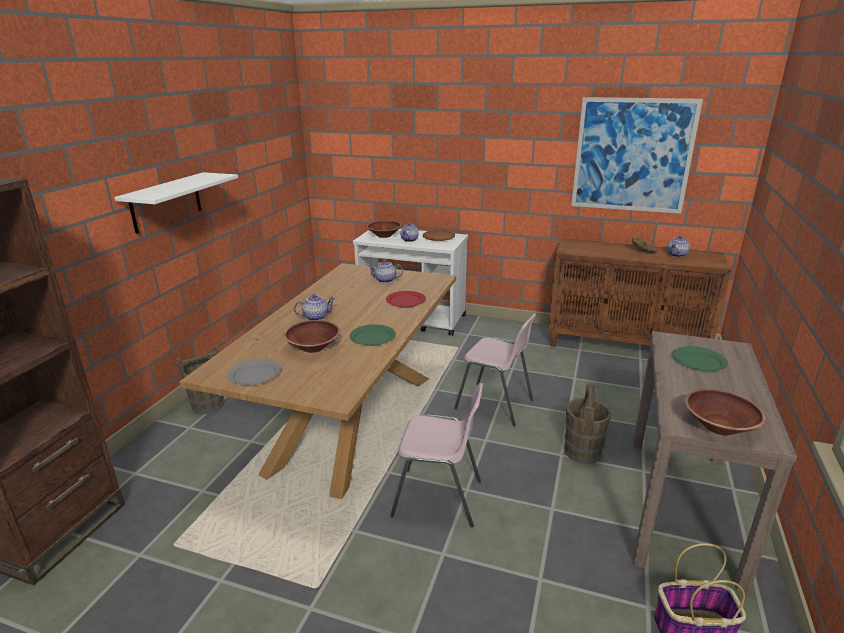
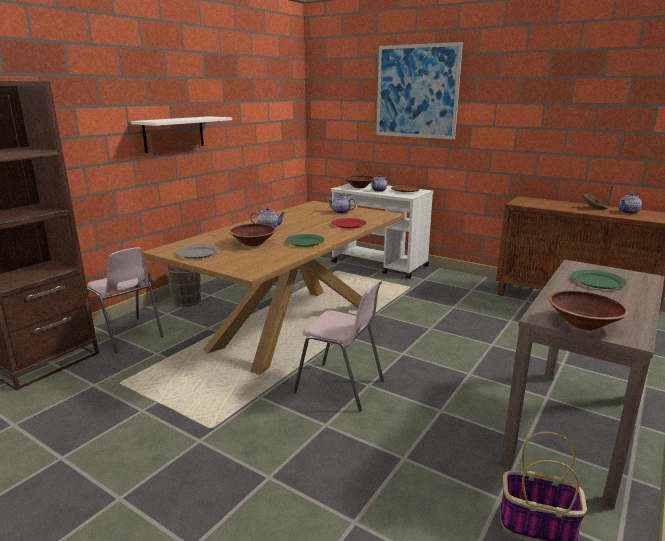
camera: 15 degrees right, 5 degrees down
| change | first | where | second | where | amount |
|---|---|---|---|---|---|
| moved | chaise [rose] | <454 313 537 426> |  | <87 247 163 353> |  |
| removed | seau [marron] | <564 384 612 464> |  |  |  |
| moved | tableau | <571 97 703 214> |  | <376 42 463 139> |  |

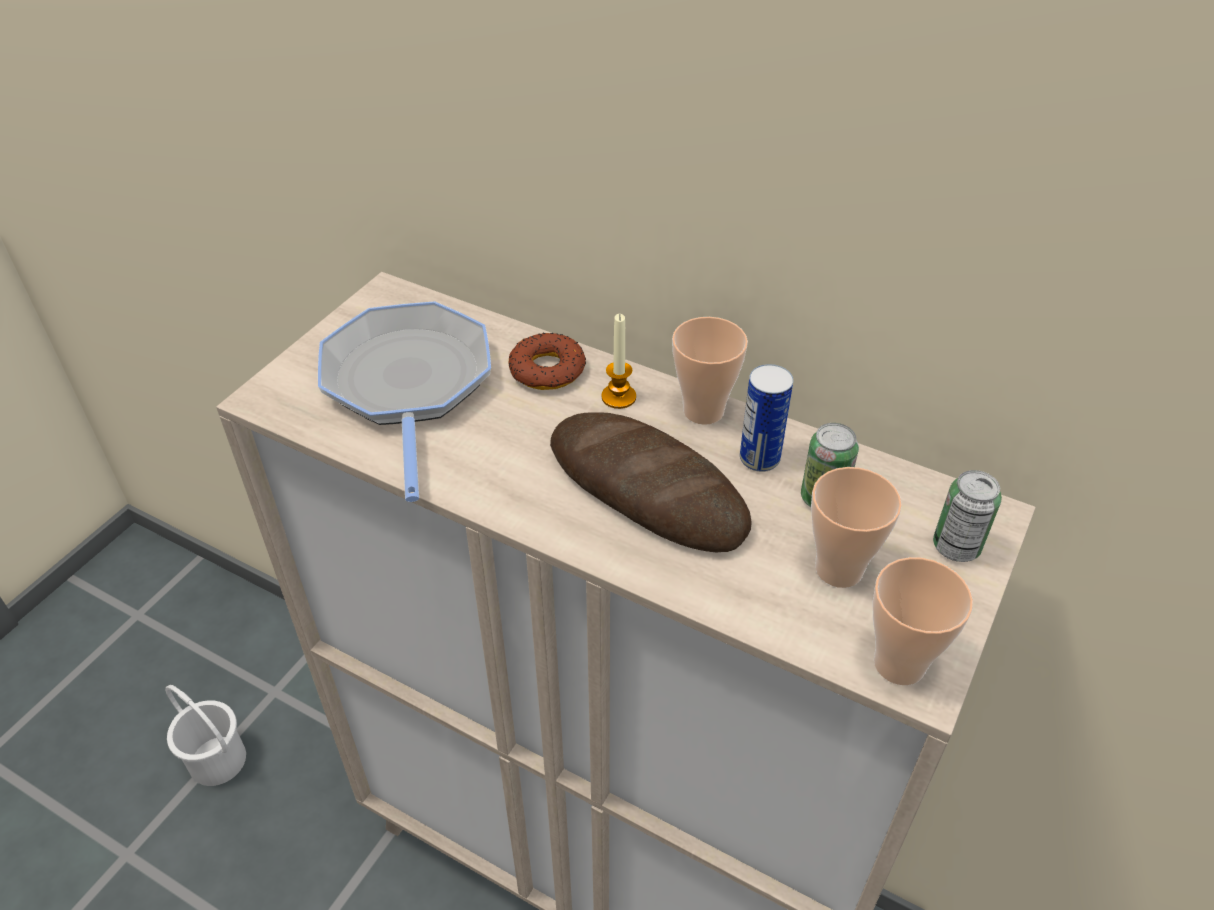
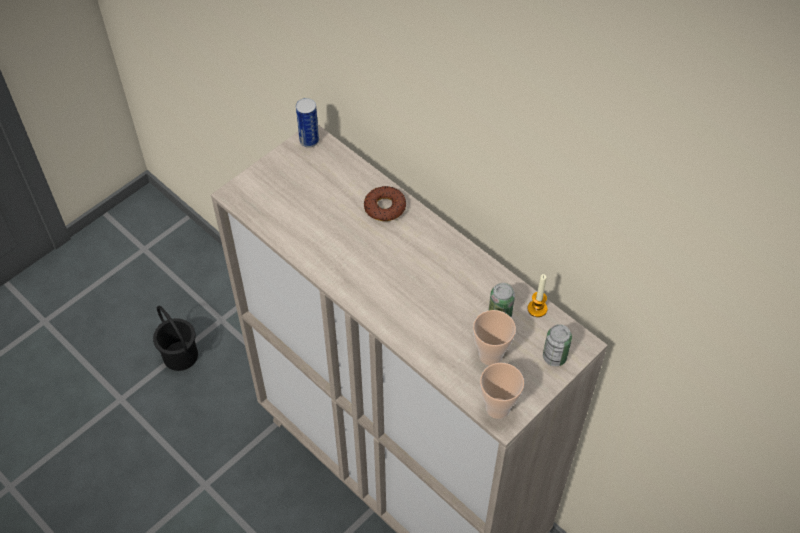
camera: 15 degrees right, 10 degrees up
| change | first | where | second | where | amount |
|---|---|---|---|---|---|
| recoloured | seau [blanc] | <165 685 246 786> | seau [noir] | <153 306 198 371> |  |
| removed | poêle | <318 301 491 502> |  |  |  |
| removed | pain | <550 413 752 552> |  |  |  |
| moved | bougie | <601 314 636 409> |  | <527 274 547 317> |  |
| removed | tasse | <672 317 748 425> |  |  |  |
| moved | boîte métallique | <740 364 793 472> |  | <296 98 319 148> |  |

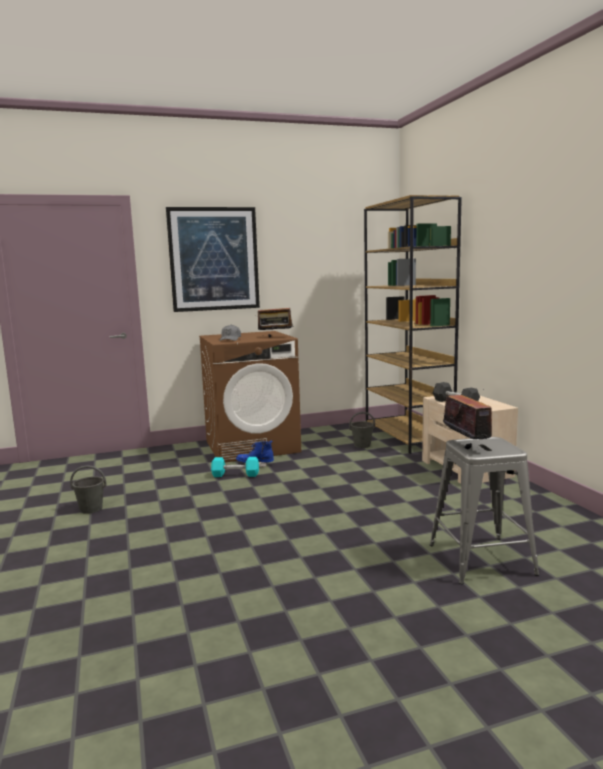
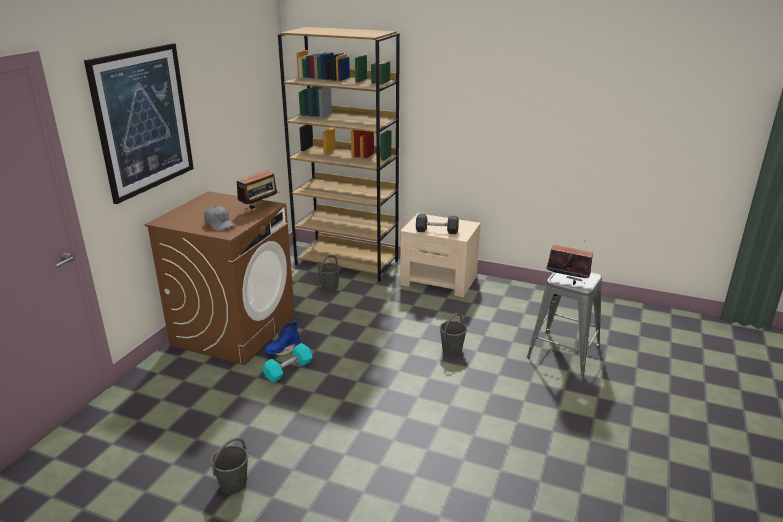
camera: 50 degrees left, 15 degrees up
| change | first | where | second | where | amount |
|---|---|---|---|---|---|
| added |  |  | seau [gris] | <440 313 467 356> |  |

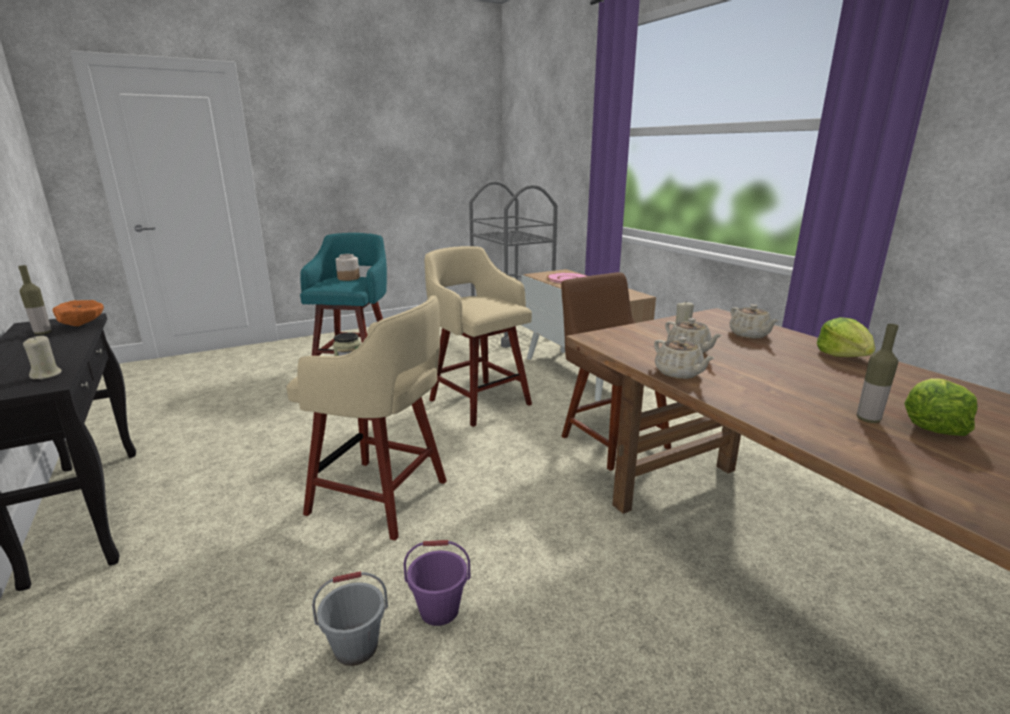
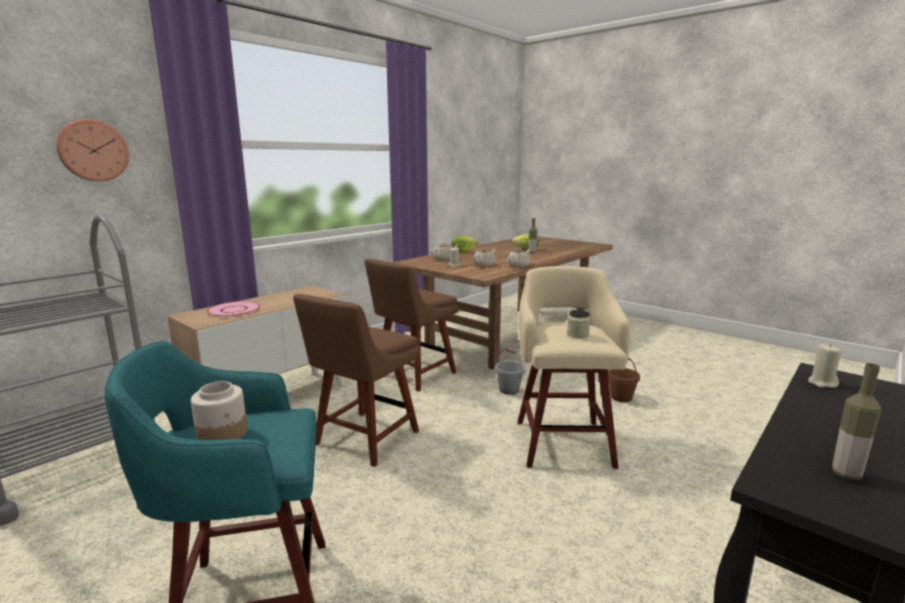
camera: 110 degrees left, 5 degrees down
| change | first | where | second | where | amount |
|---|---|---|---|---|---|
| removed | bol [orange] | <52 300 104 326> |  |  |  |
| moved | seau [gris] | <312 571 388 666> |  | <495 348 525 395> |  |
| recoloured | seau [violet] | <404 540 471 626> | seau [marron] | <608 357 640 402> |  |
| replaced | tabouret [beige] | <424 246 532 427> | chaise [marron] | <293 294 420 467> |  |
| added |  |  | horloge murale | <56 119 129 181> |  |

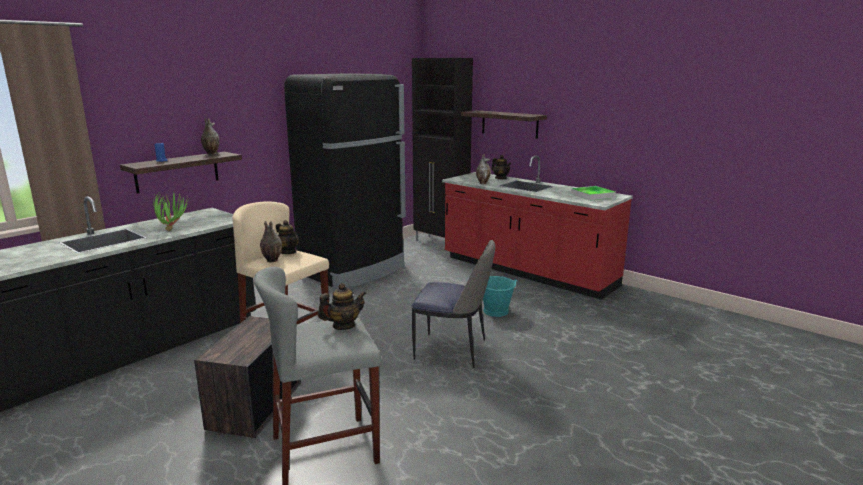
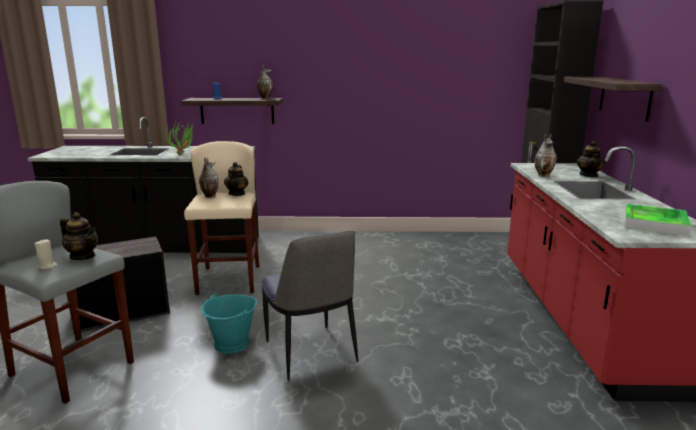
camera: 50 degrees right, 0 degrees up
| change | first | where | second | where | amount |
|---|---|---|---|---|---|
| removed | réfrigérateur [noir] | <284 73 406 289> |  |  |  |
| moved | seau [turquoise] | <483 276 518 317> |  | <201 293 257 354> |  |
| added |  |  | bougie [beige] | <34 239 58 269> |  |

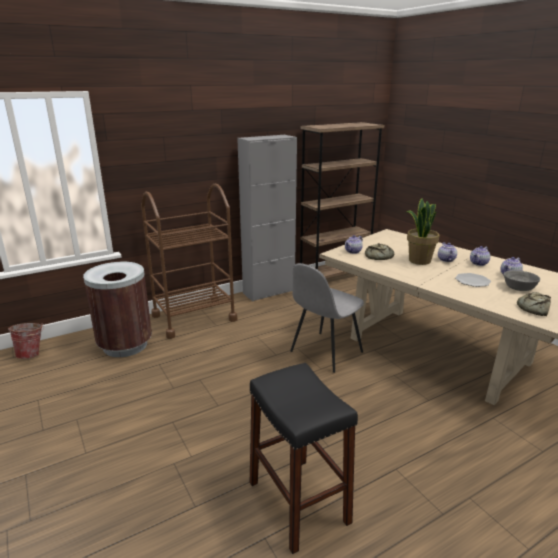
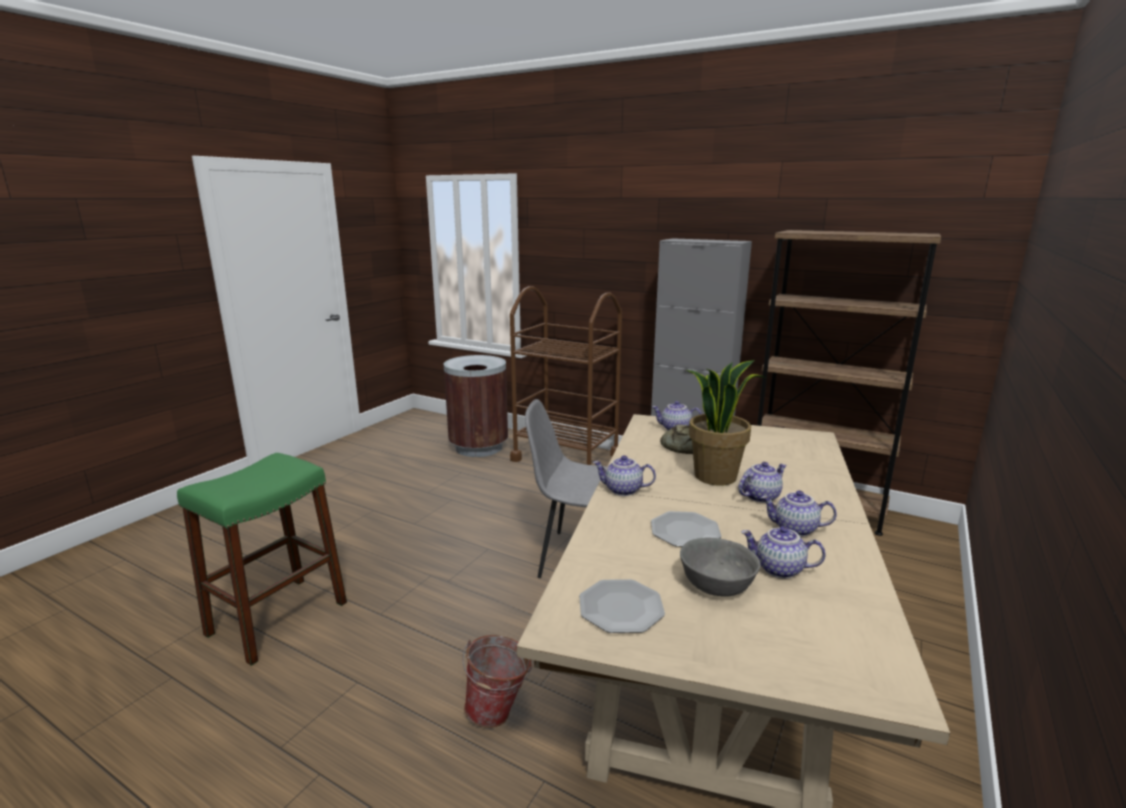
camera: 60 degrees right, 5 degrees down
| change | first | where | second | where | amount |
|---|---|---|---|---|---|
| moved | seau | <8 323 44 359> |  | <462 635 532 728> |  |
| recoloured | tabouret [noir] | <250 363 358 554> | tabouret [vert] | <177 453 347 666> |  |
| replaced | pain | <517 292 551 316> | assiette | <579 579 665 633> |  |
| added |  |  | théière | <593 455 656 496> |  |

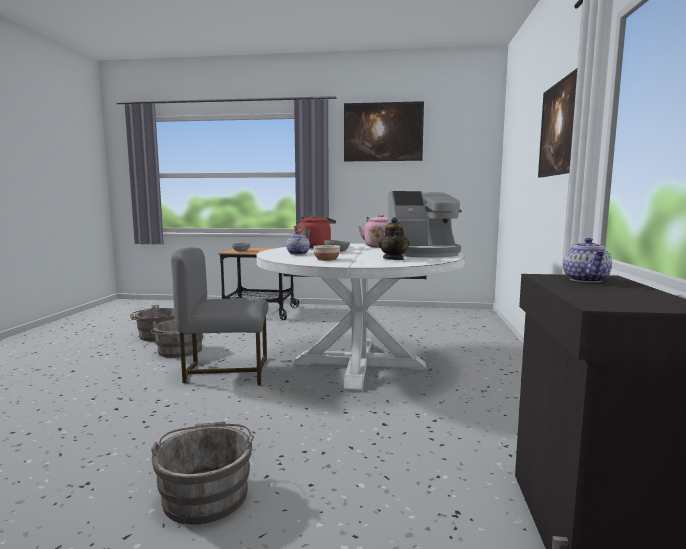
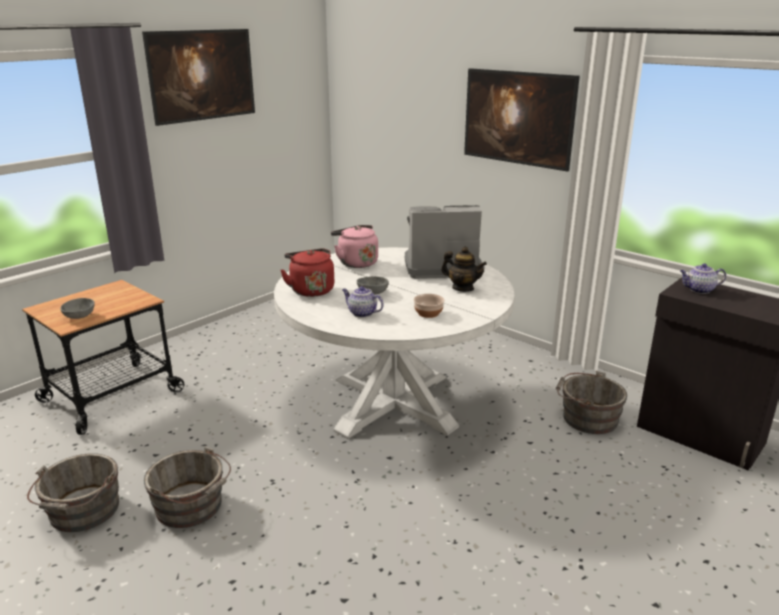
camera: 55 degrees left, 15 degrees up
| change | first | where | second | where | amount |
|---|---|---|---|---|---|
| moved | seau [gris] | <151 422 254 525> |  | <556 371 627 434> |  |
| removed | chaise [gris] | <171 247 268 386> |  |  |  |
| turned | machine à café | <388 191 462 257> |  | <405 205 485 279> | 120 degrees counterclockwise |
| turned | théière | <563 238 612 283> |  | <680 264 726 294> | 135 degrees clockwise |

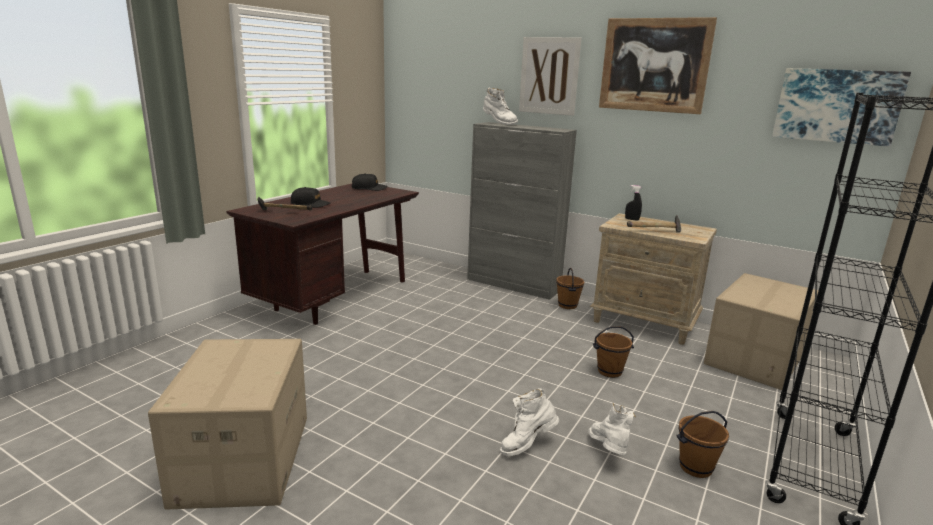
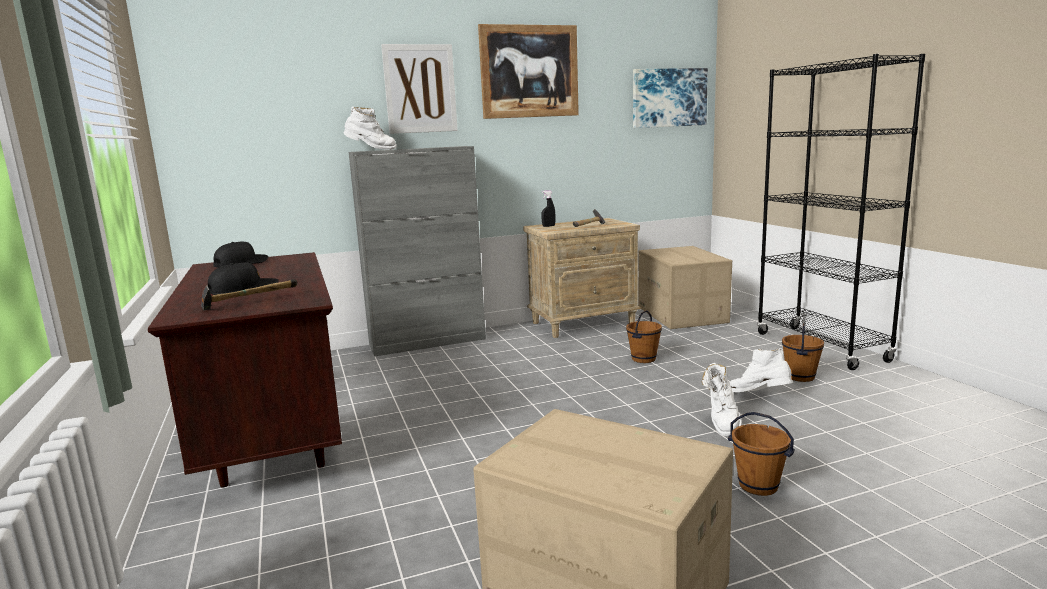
camera: 50 degrees left, 5 degrees down
| change | first | where | second | where | amount |
|---|---|---|---|---|---|
| moved | seau [marron] | <556 268 584 309> |  | <728 412 795 496> |  |

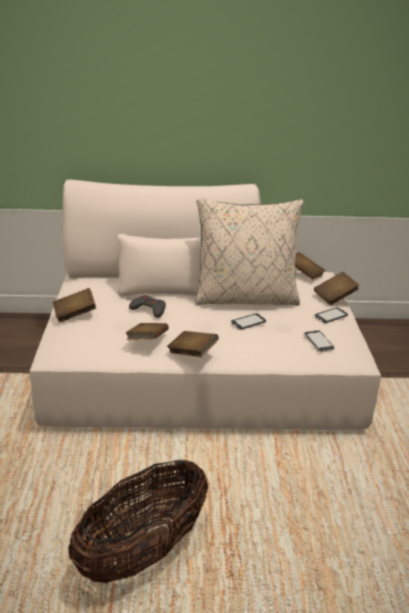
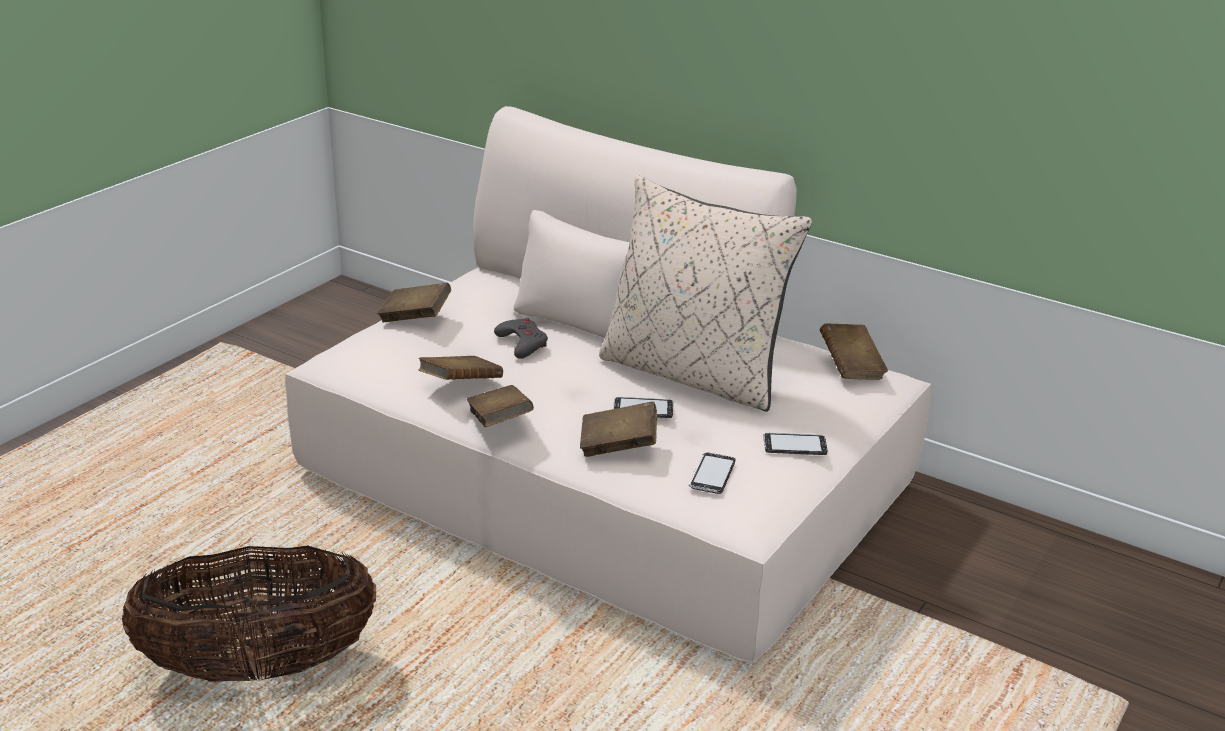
camera: 35 degrees right, 0 degrees up
| change | first | where | second | where | amount |
|---|---|---|---|---|---|
| moved | livre [marron] | <314 272 359 305> |  | <580 401 657 457> |  |

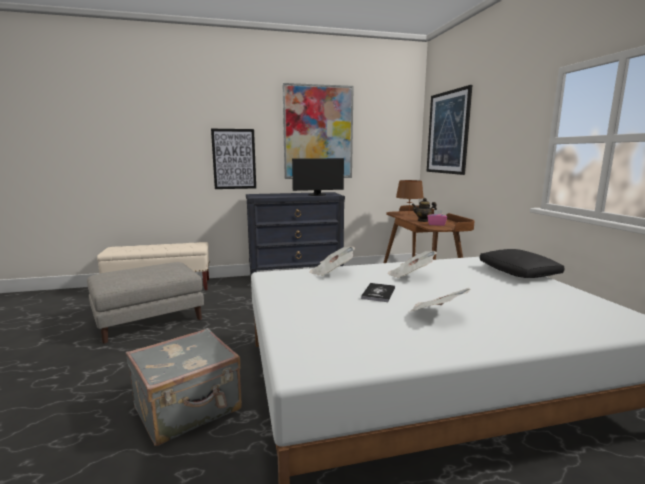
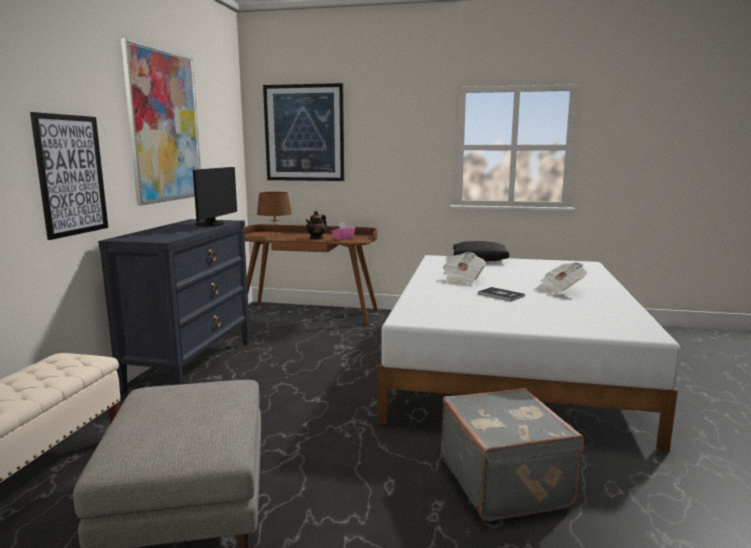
camera: 65 degrees left, 0 degrees up
| change | first | where | second | where | amount |
|---|---|---|---|---|---|
| removed | journal | <310 246 355 276> |  |  |  |

